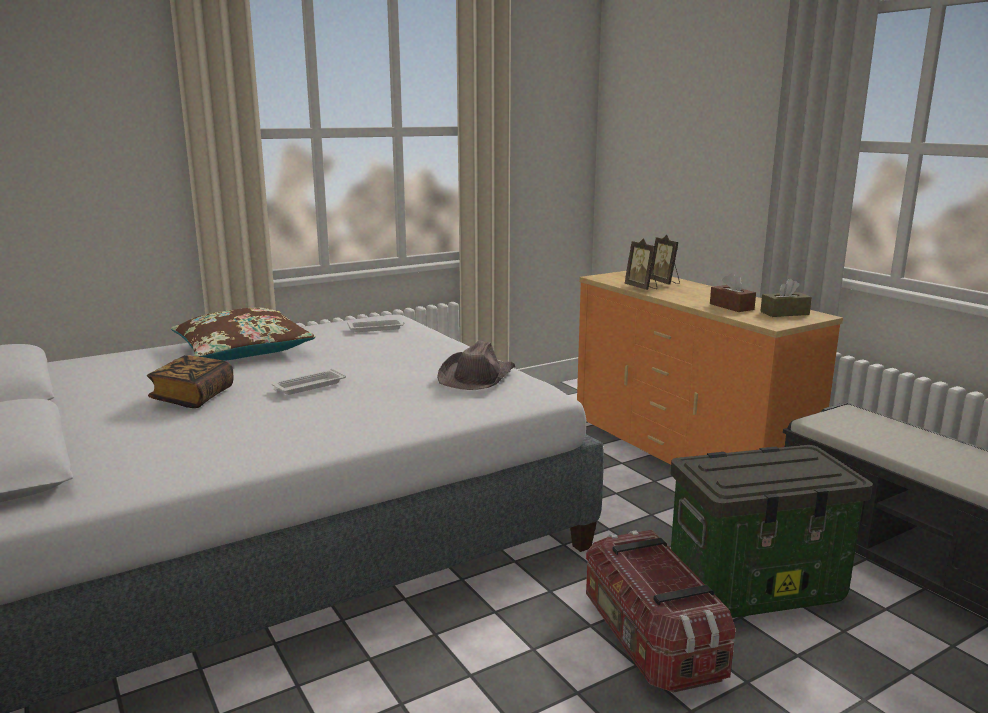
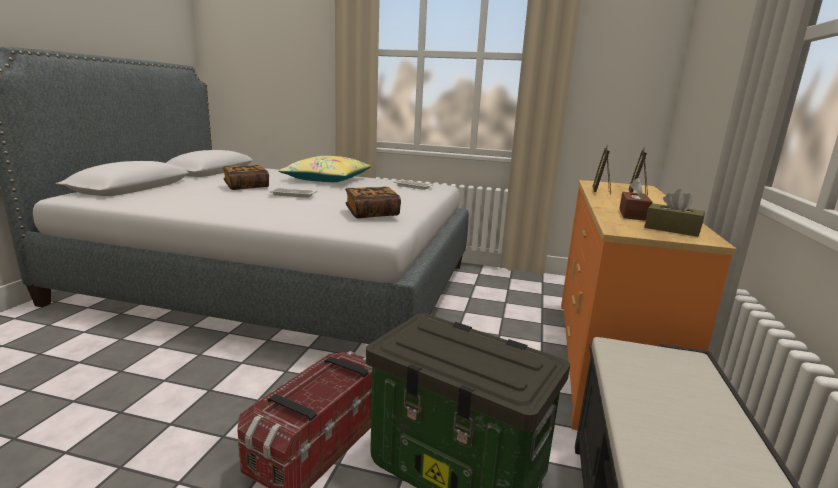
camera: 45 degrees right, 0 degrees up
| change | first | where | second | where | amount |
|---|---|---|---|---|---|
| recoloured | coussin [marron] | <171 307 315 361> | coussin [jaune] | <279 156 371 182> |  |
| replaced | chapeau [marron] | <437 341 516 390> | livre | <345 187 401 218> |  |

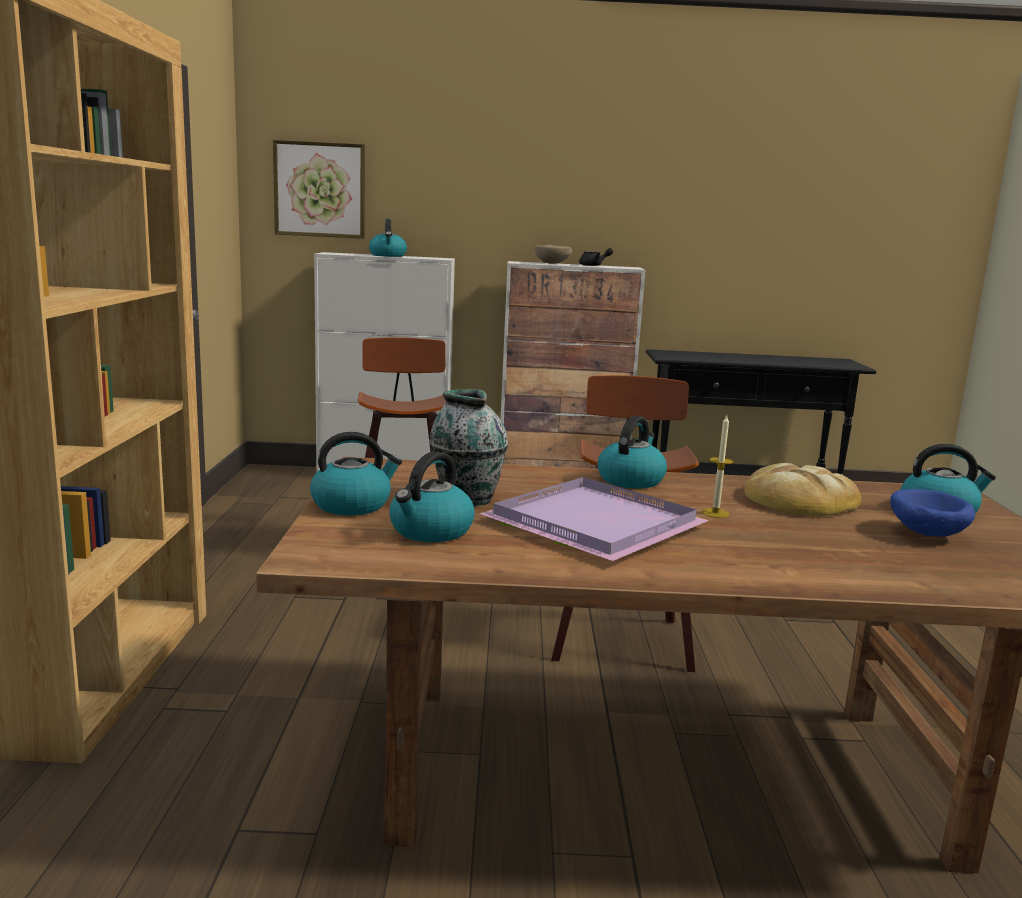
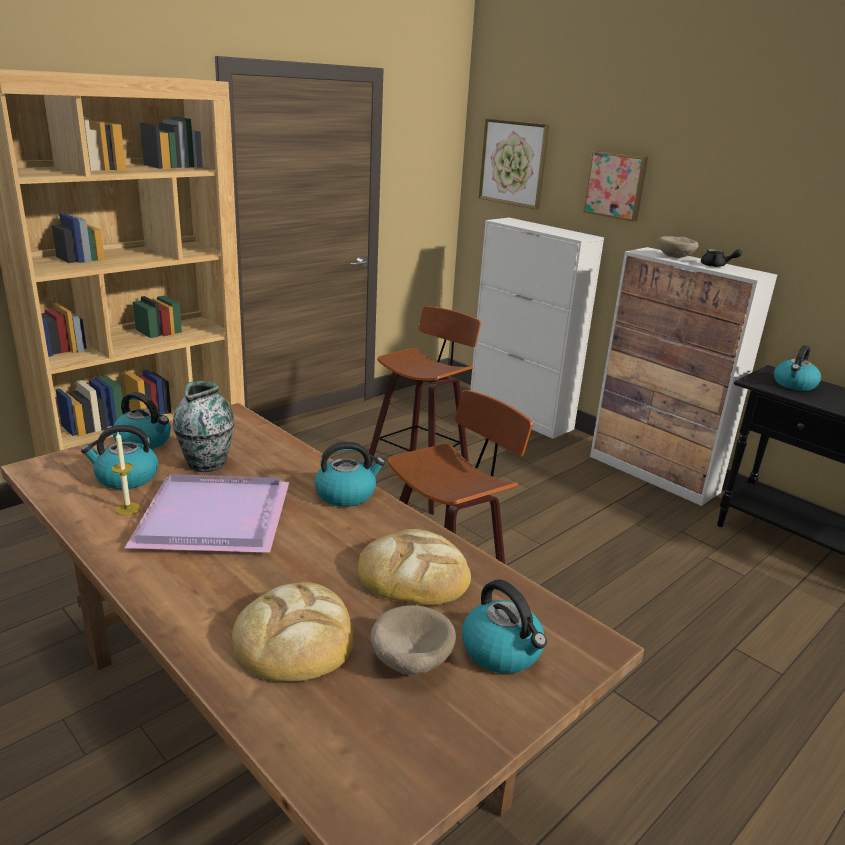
camera: 45 degrees right, 10 degrees up
| change | first | where | second | where | amount |
|---|---|---|---|---|---|
| moved | bouilloire | <369 219 407 257> |  | <774 345 821 391> |  |
| moved | bougie | <702 415 734 518> |  | <112 432 140 515> |  |
| recoloured | bol [bleu] | <890 489 975 537> | bol [beige] | <371 605 456 675> |  |
| added |  |  | pain | <232 582 353 682> |  |
| added |  |  | tableau | <583 151 648 222> |  |

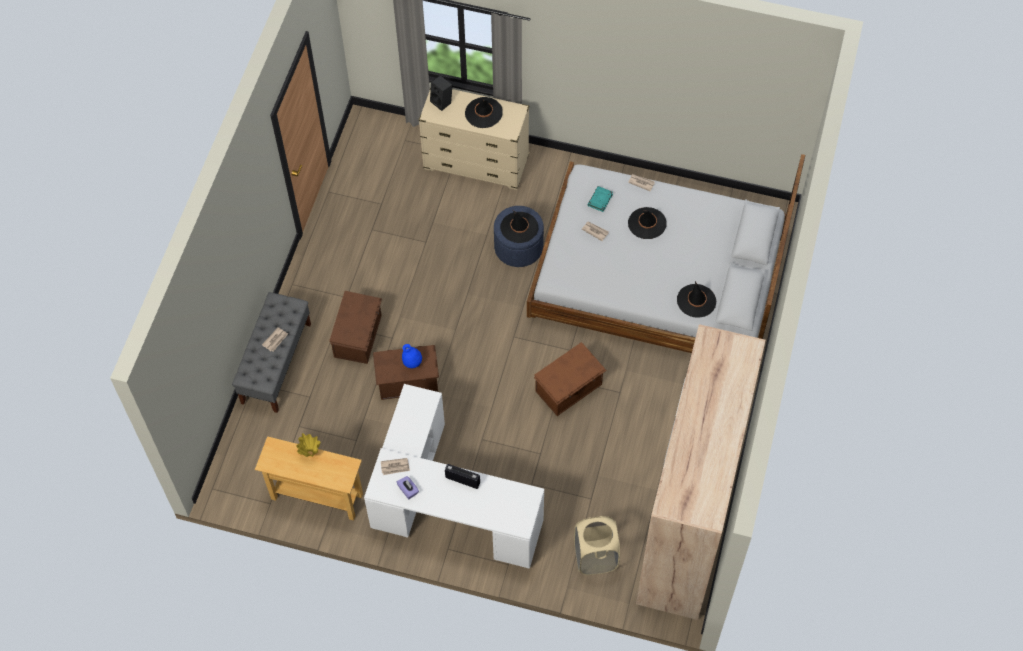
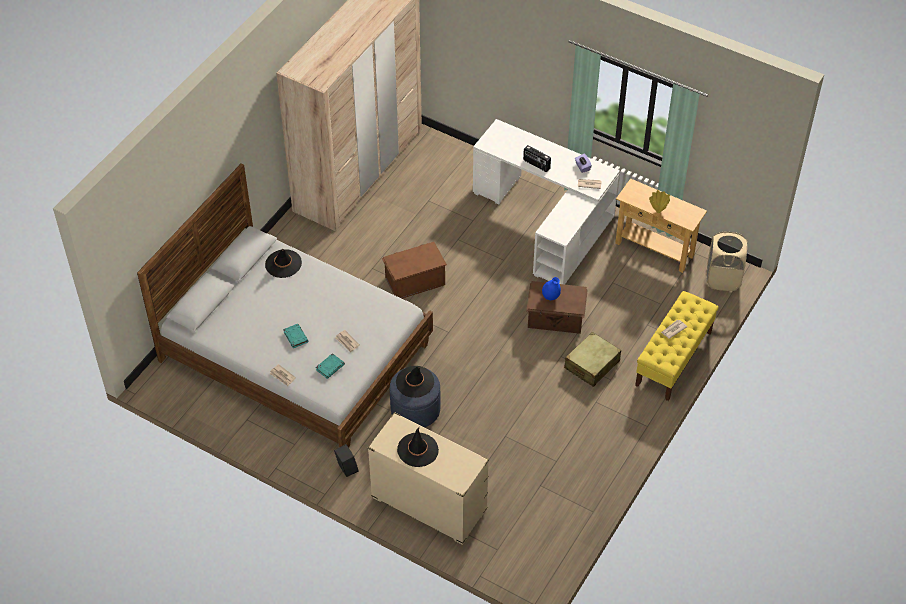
camera: 165 degrees left, 10 degrees down
| change | first | where | second | where | amount |
|---|---|---|---|---|---|
| recoloured | banc [gris] | <232 292 311 413> | banc [jaune] | <635 291 719 401> |  |
| replaced | boîte de rangement [marron] | <329 291 382 364> | valise [beige] | <564 332 621 387> |  |
| moved | enceinte [noir] | <430 75 452 111> |  | <334 444 359 477> |  |
| moved | panier à linge [beige] | <574 516 620 575> |  | <706 231 747 291> |  |
| replaced | chapeau [noir] | <628 207 667 239> | livre [turquoise] | <283 324 308 348> |  |

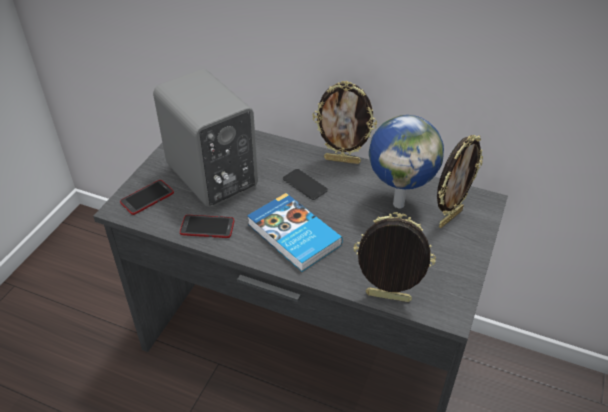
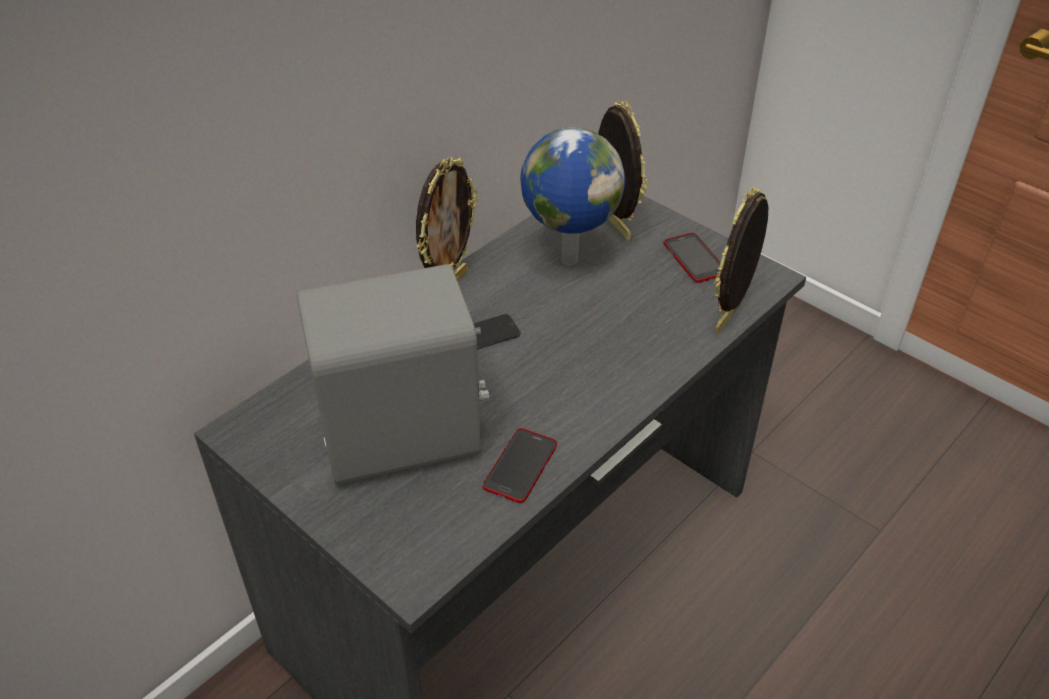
camera: 70 degrees left, 0 degrees up
| change | first | where | second | where | amount |
|---|---|---|---|---|---|
| moved | téléphone | <120 180 174 215> |  | <664 233 721 283> |  |
| removed | livre | <247 193 343 272> |  |  |  |

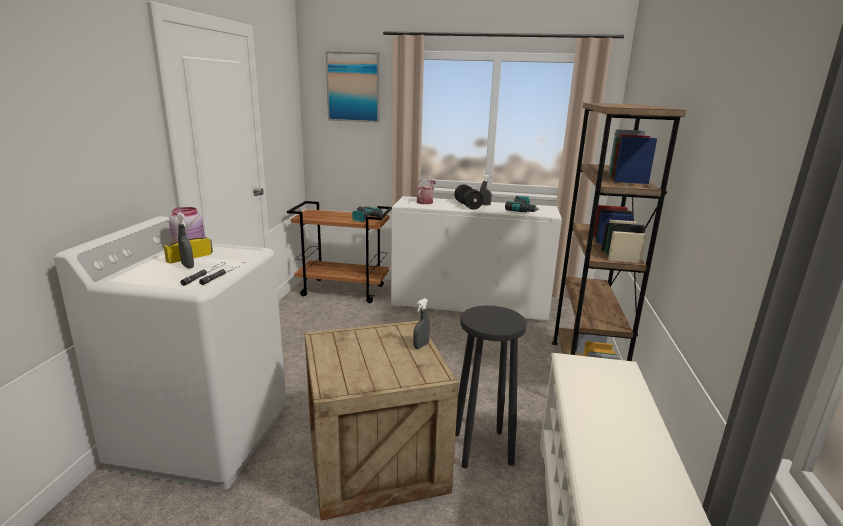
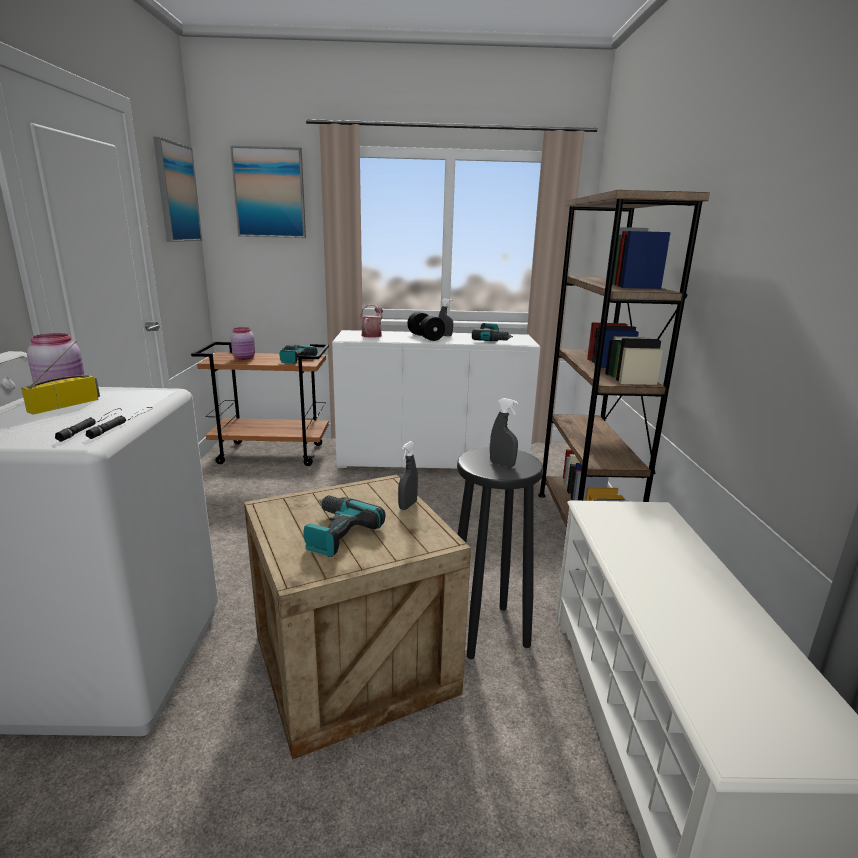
camera: 10 degrees left, 0 degrees up
| change | first | where | second | where | amount |
|---|---|---|---|---|---|
| moved | vaporisateur [gris] | <177 212 194 269> |  | <490 398 518 467> |  |
| added |  |  | tableau | <153 137 202 242> |  |
| added |  |  | bocal [rose] | <231 327 255 360> |  |
| added |  |  | perceuse | <303 495 385 557> |  |

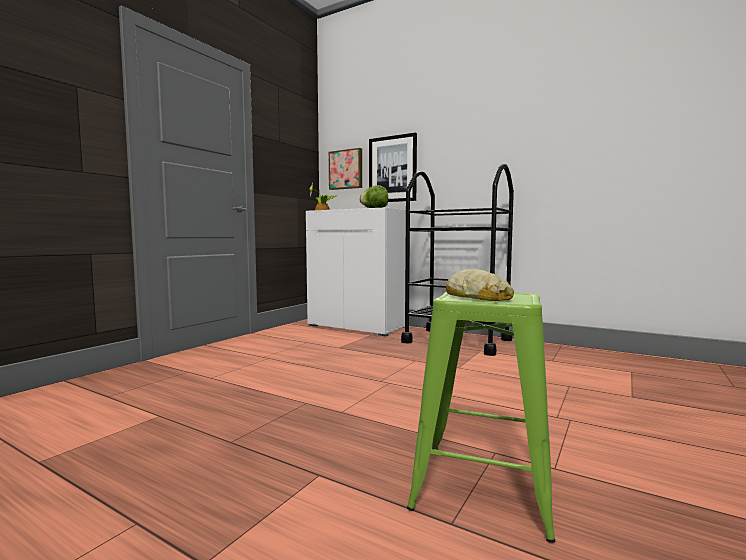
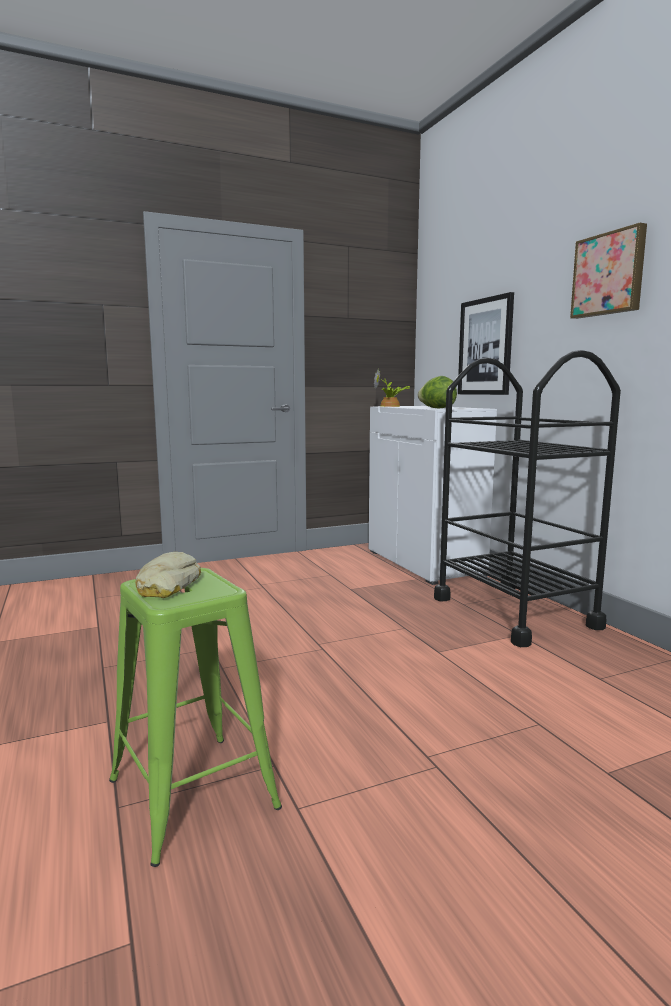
camera: 35 degrees right, 5 degrees up
| change | first | where | second | where | amount |
|---|---|---|---|---|---|
| moved | tableau | <329 148 362 190> |  | <570 223 647 319> |  |

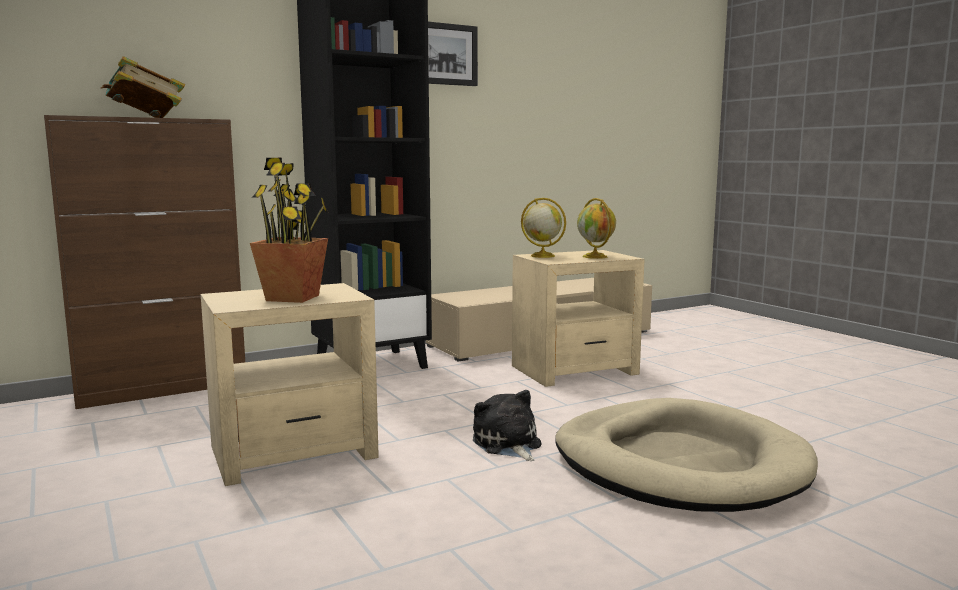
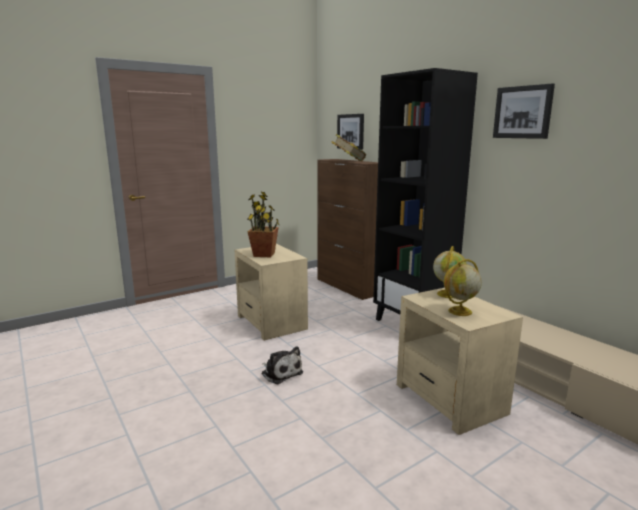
camera: 85 degrees right, 5 degrees up
| change | first | where | second | where | amount |
|---|---|---|---|---|---|
| turned | peluche | <473 390 541 461> |  | <261 346 303 384> | 75 degrees clockwise |
| removed | panier pour chien [beige] | <555 398 818 512> |  |  |  |
| added |  |  | tableau | <337 114 364 150> |  |

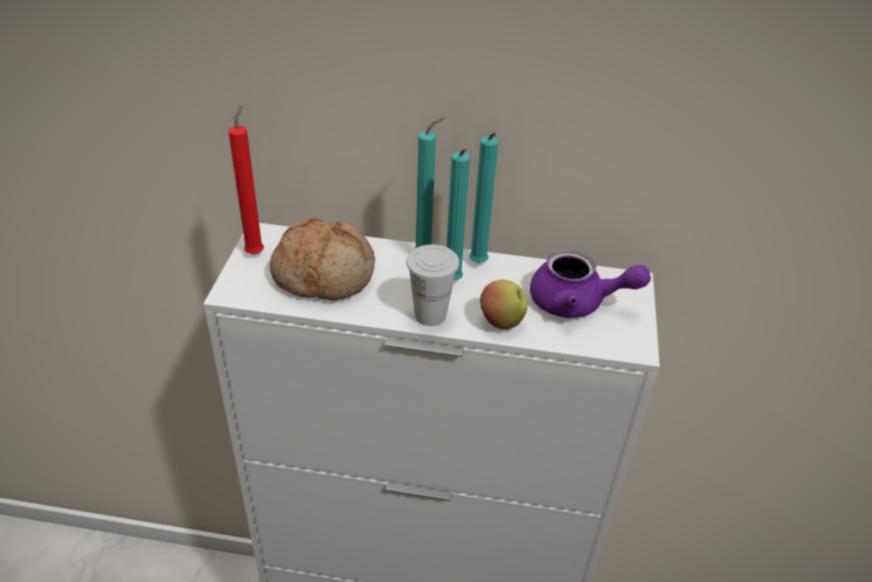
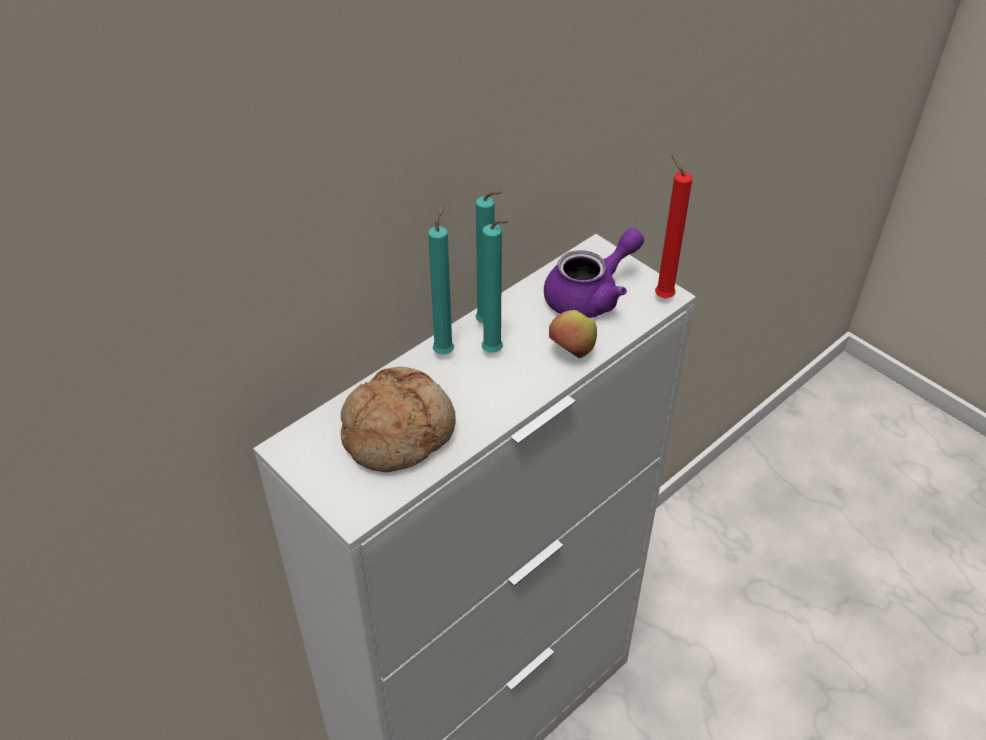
camera: 50 degrees left, 5 degrees up
| change | first | where | second | where | amount |
|---|---|---|---|---|---|
| moved | bougie [rouge] | <228 105 264 255> |  | <655 153 692 298> |  |
| removed | tasse [blanc] | <406 244 459 326> |  |  |  |

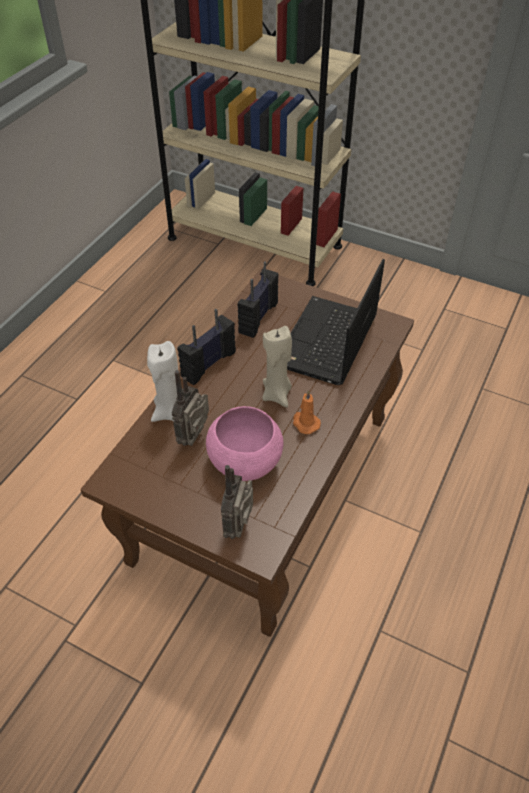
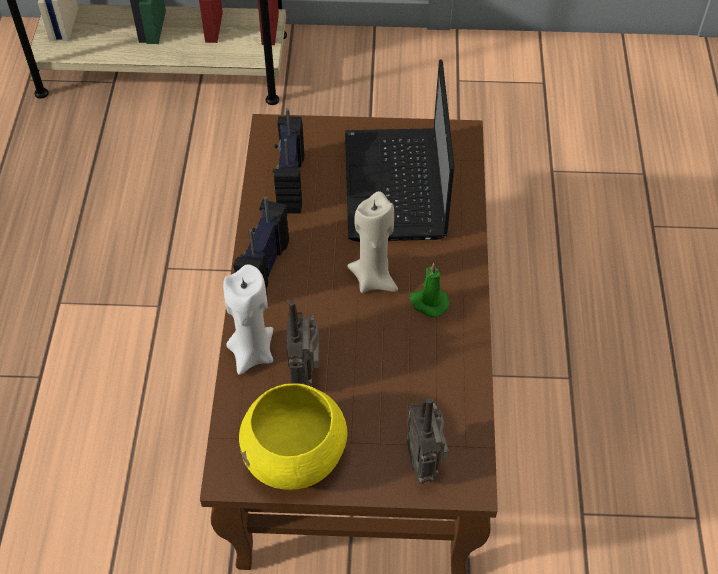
camera: 25 degrees left, 5 degrees up
| change | first | where | second | where | amount |
|---|---|---|---|---|---|
| removed | bol [rose] | <206 406 283 481> |  |  |  |
| recoloured | bougie [orange] | <293 390 321 434> | bougie [vert] | <409 263 450 318> |  |
| added |  |  | bol [jaune] | <239 383 347 490> |  |

